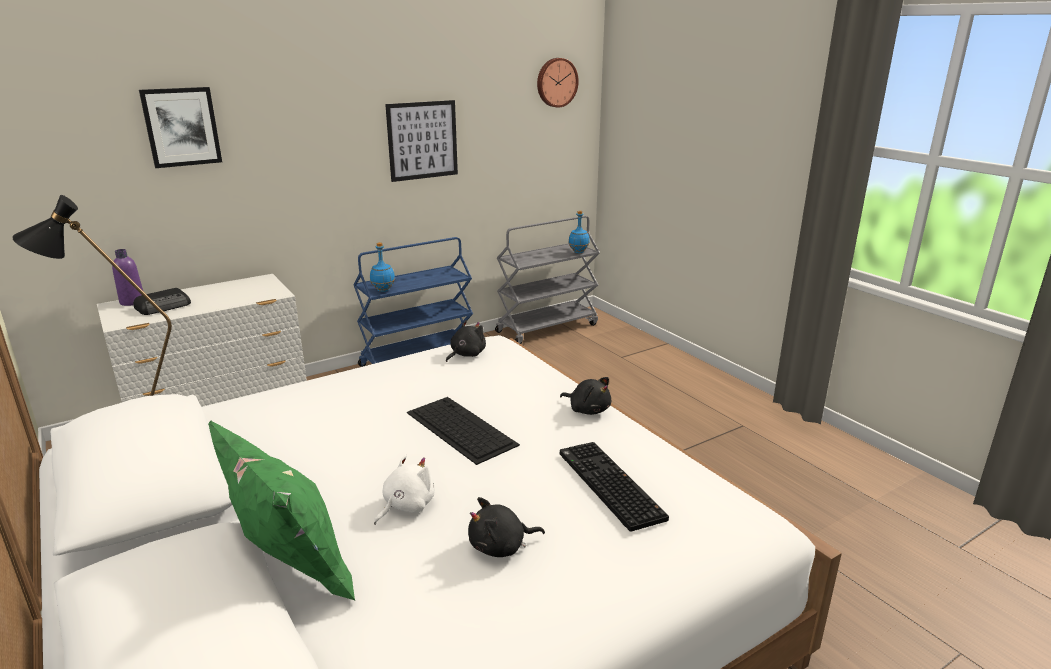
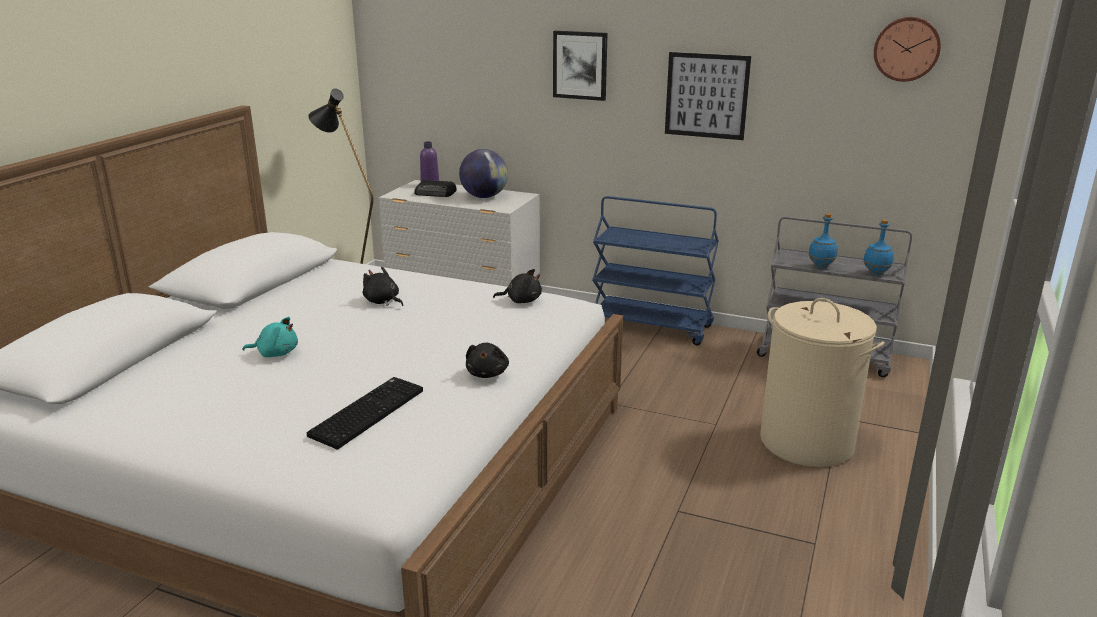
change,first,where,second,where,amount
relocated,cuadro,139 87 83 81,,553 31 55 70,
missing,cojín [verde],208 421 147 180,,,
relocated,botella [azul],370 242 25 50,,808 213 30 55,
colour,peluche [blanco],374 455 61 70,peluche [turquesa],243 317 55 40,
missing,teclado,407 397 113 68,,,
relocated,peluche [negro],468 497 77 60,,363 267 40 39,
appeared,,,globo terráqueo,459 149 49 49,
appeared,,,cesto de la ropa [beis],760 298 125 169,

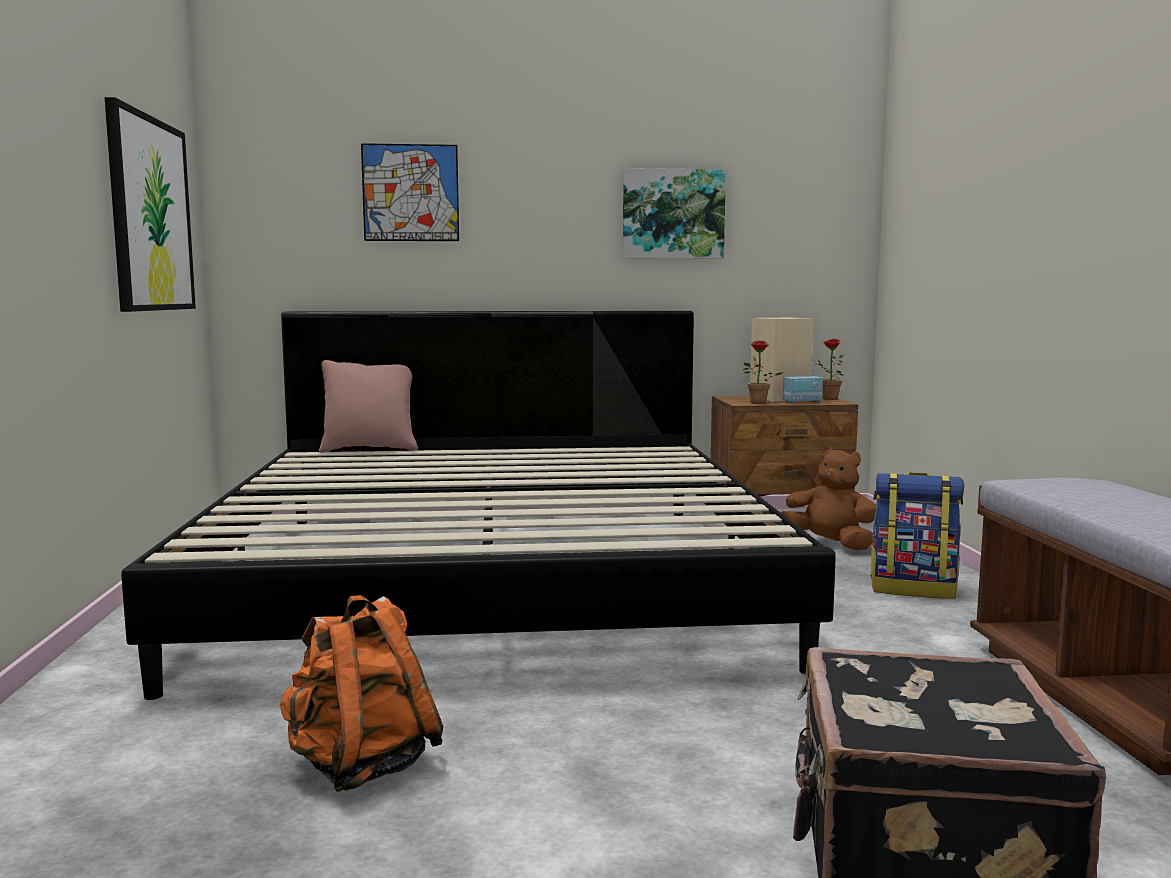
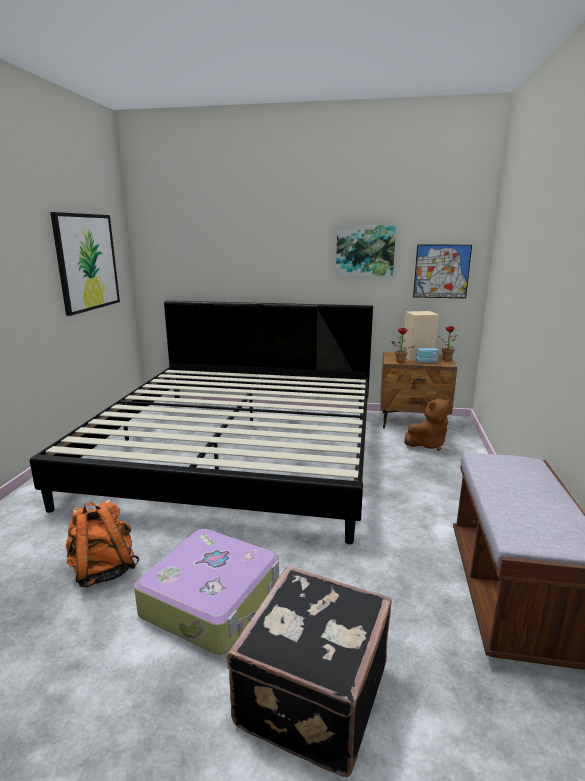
change,first,where,second,where,amount
missing,cojín [rosa],319 360 99 93,,,
relocated,cuadro,361 143 98 98,,413 244 59 55,
spun,peluche [marrón],780 446 96 104,,404 399 47 52,105 degrees clockwise
missing,mochila,870 472 94 127,,,
appeared,,,maleta,134 529 145 126,

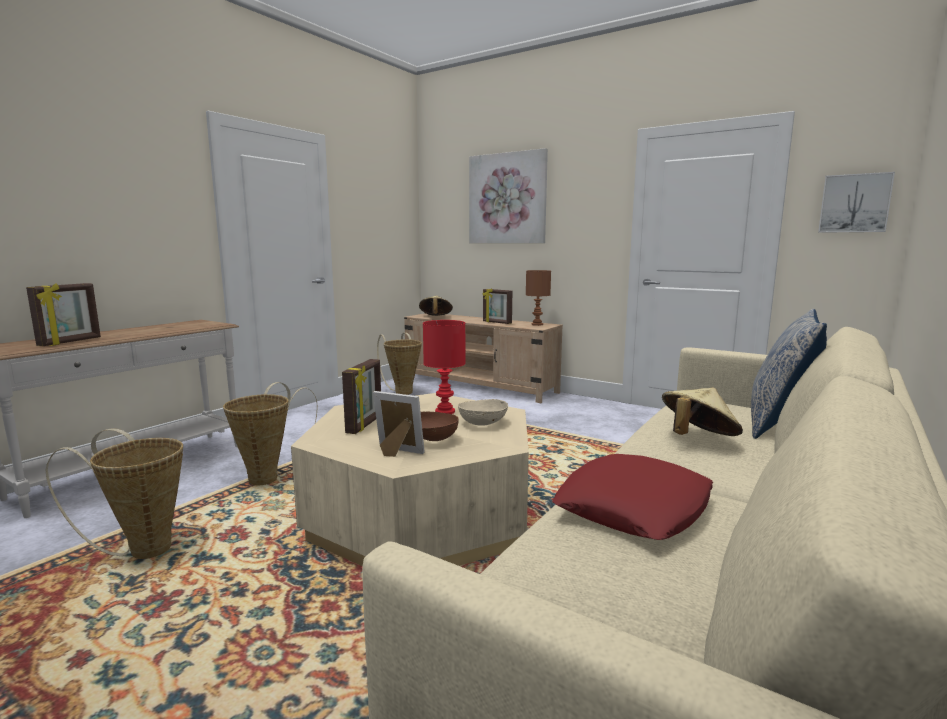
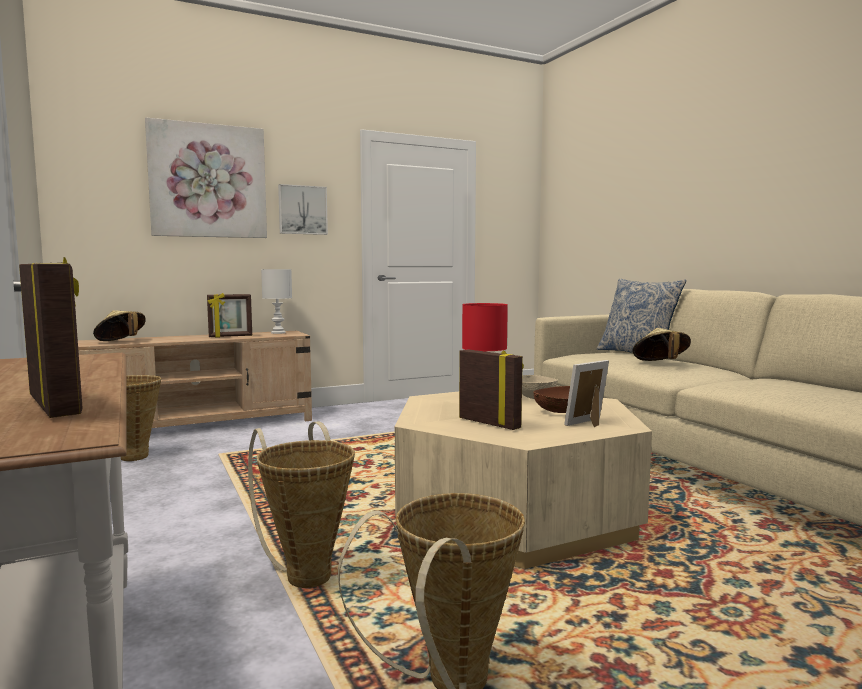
change,first,where,second,where,amount
colour,lámpara de mesa [marrón],526 270 25 56,lámpara de mesa [blanco],261 269 31 65,
missing,cojín [rojo],552 454 161 86,,,
relocated,cuadro,818 172 77 61,,278 184 50 51,

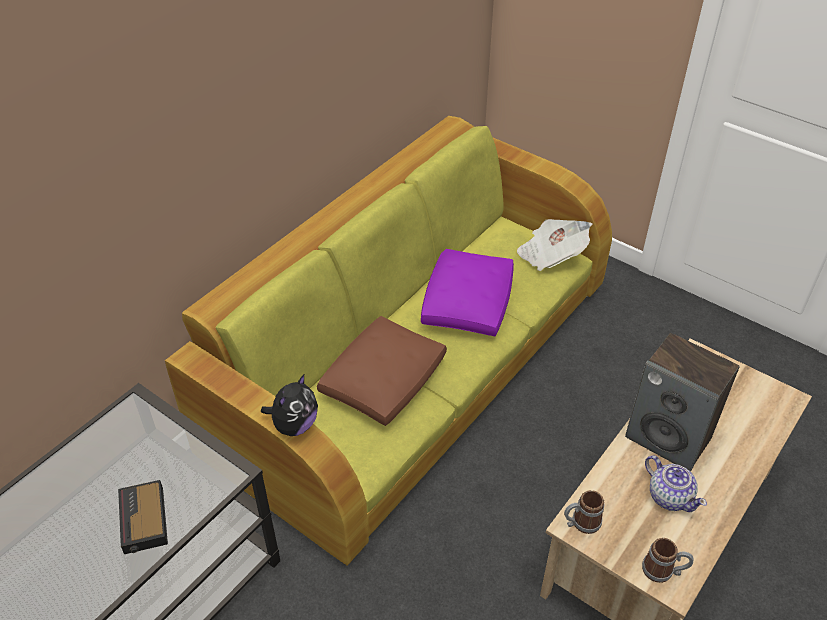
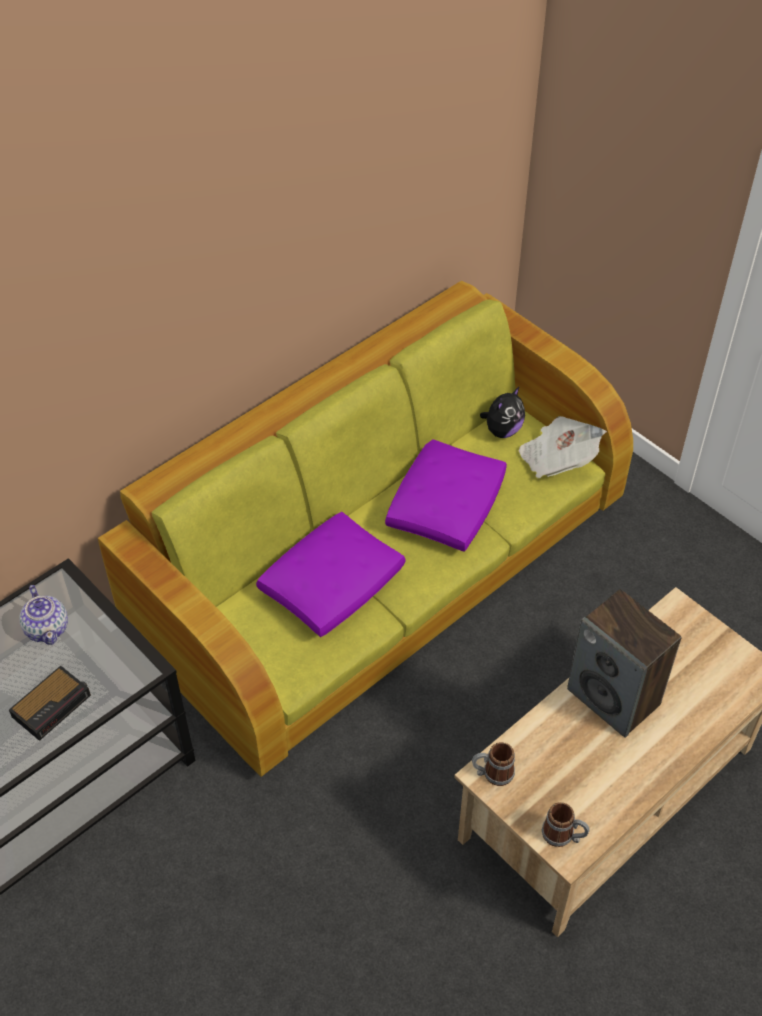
change,first,where,second,where,amount
spun,despertador,118 480 50 74,,9 666 82 75,135 degrees counterclockwise
relocated,peluche,261 374 57 62,,480 386 45 52,
colour,cojín [marrón],317 316 130 110,cojín [morado],256 512 149 125,
relocated,tetera,645 455 62 57,,19 585 49 60,

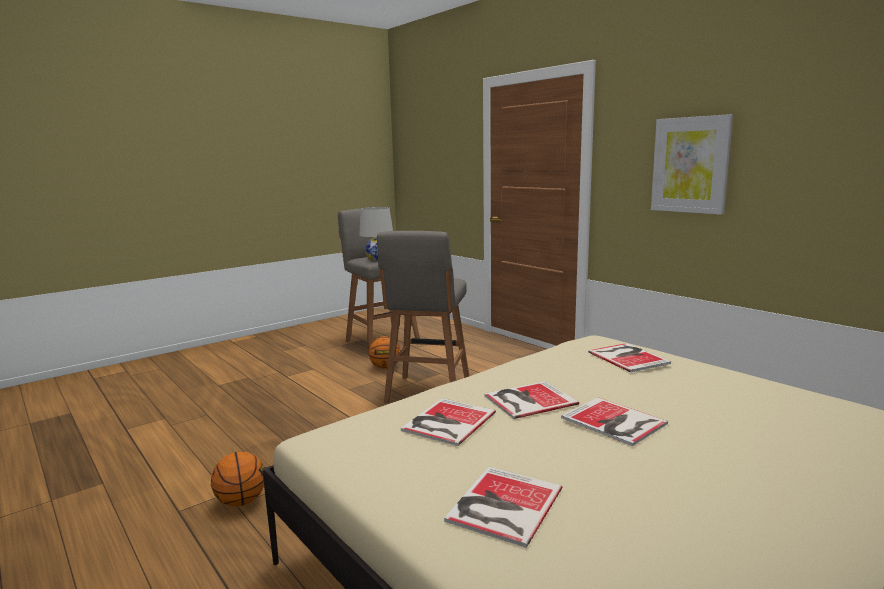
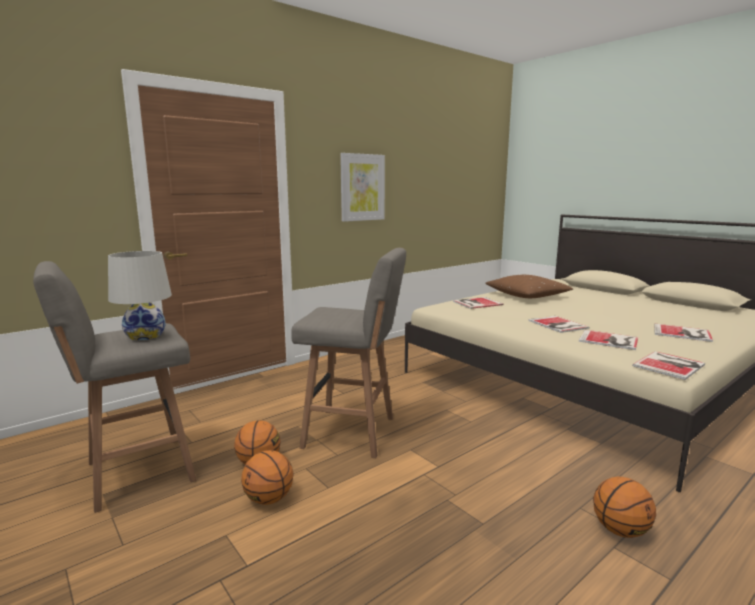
change,first,where,second,where,amount
relocated,libro,561 397 107 49,,632 351 73 29,
appeared,,,balón de baloncesto,241 450 53 55,
appeared,,,cojín [marrón],485 275 88 23,

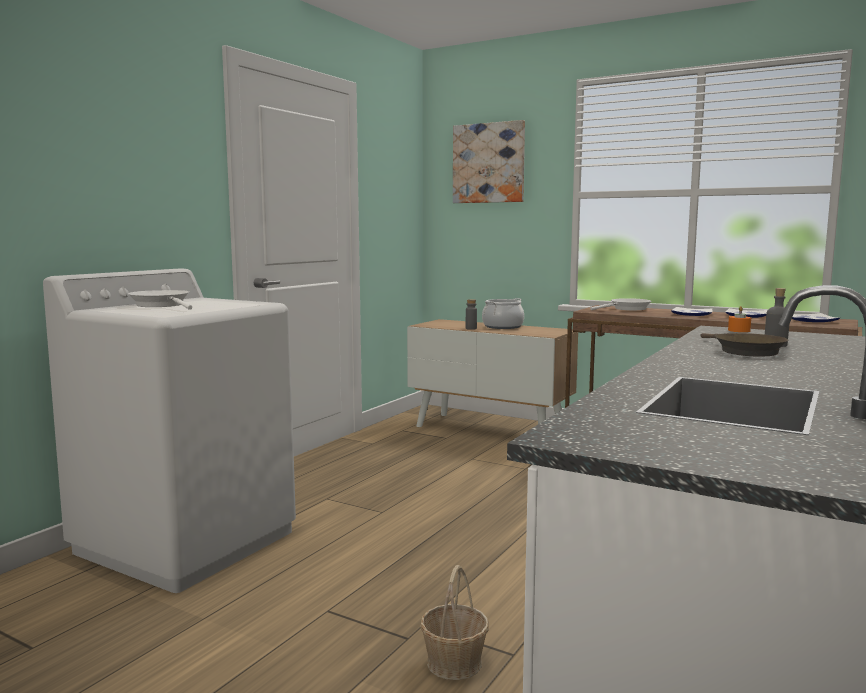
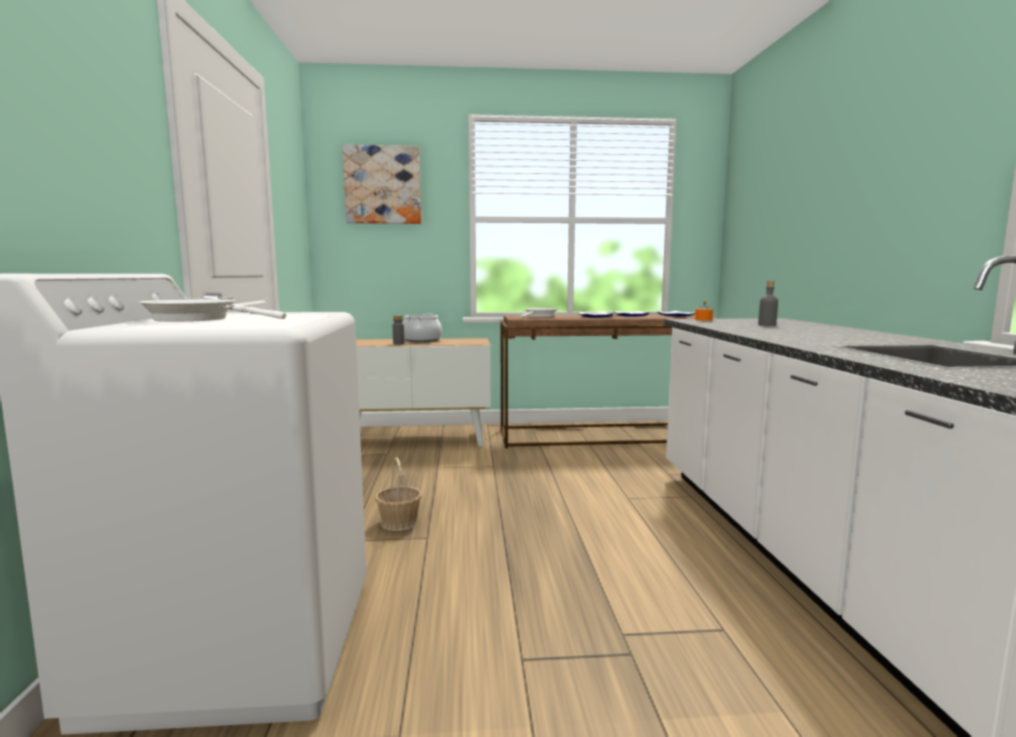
change,first,where,second,where,amount
relocated,cesta,420 565 69 115,,375 457 47 74,
missing,sartén [marrón],700 333 88 24,,,

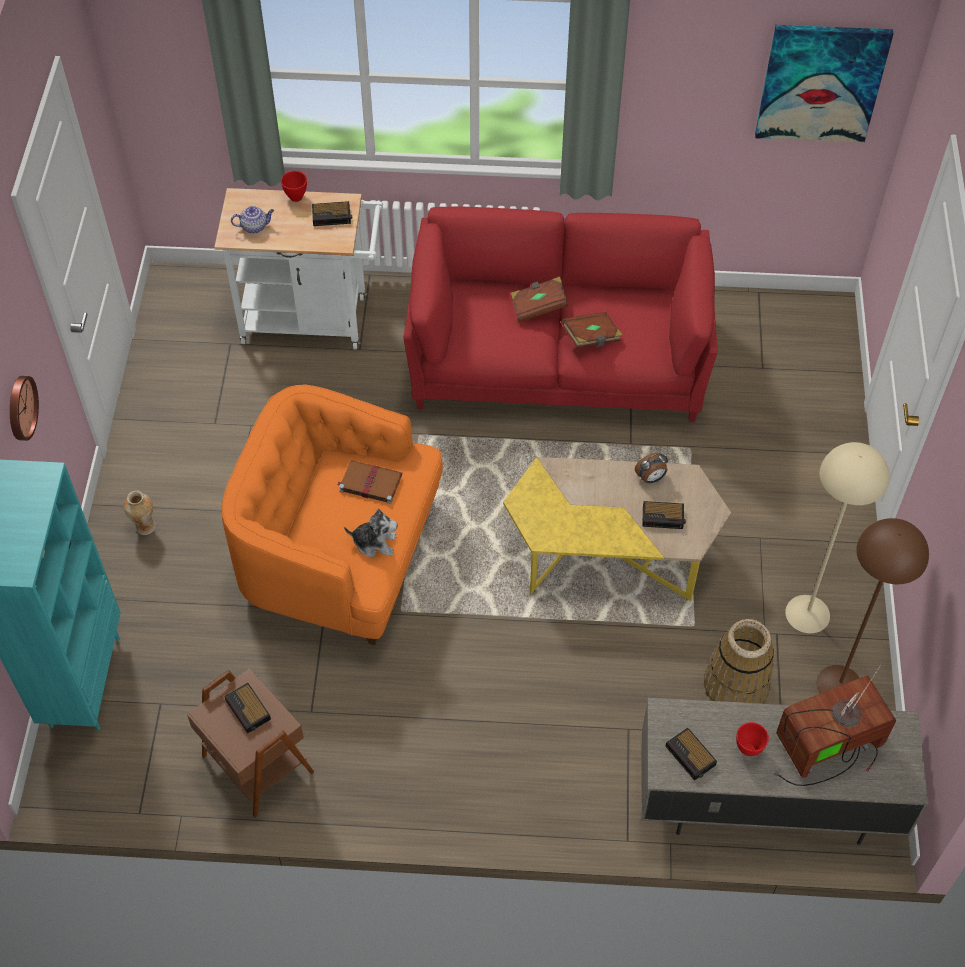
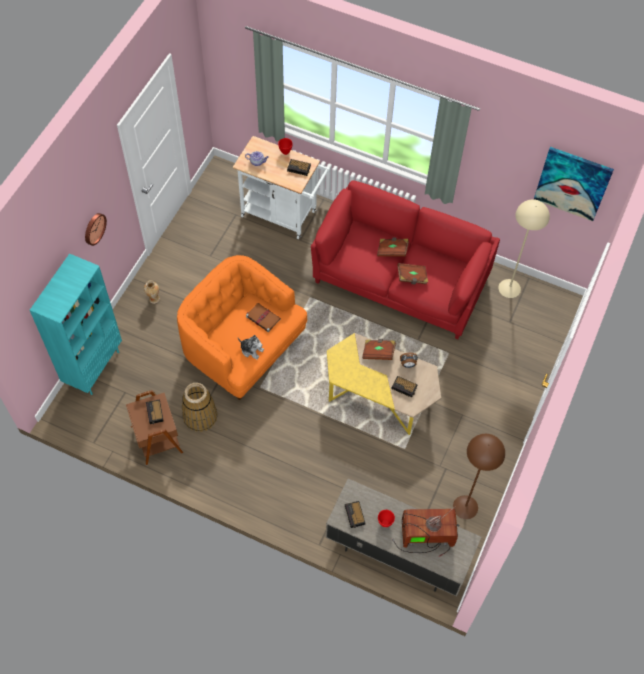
change,first,where,second,where,amount
relocated,cesta,704 619 70 85,,182 383 35 49,
relocated,lámpara de pie [beis],785 442 105 192,,498 199 52 99,
appeared,,,libro [marrón],362 339 34 21,

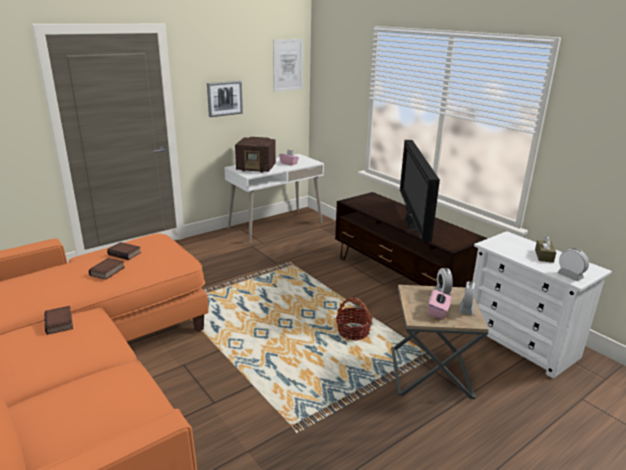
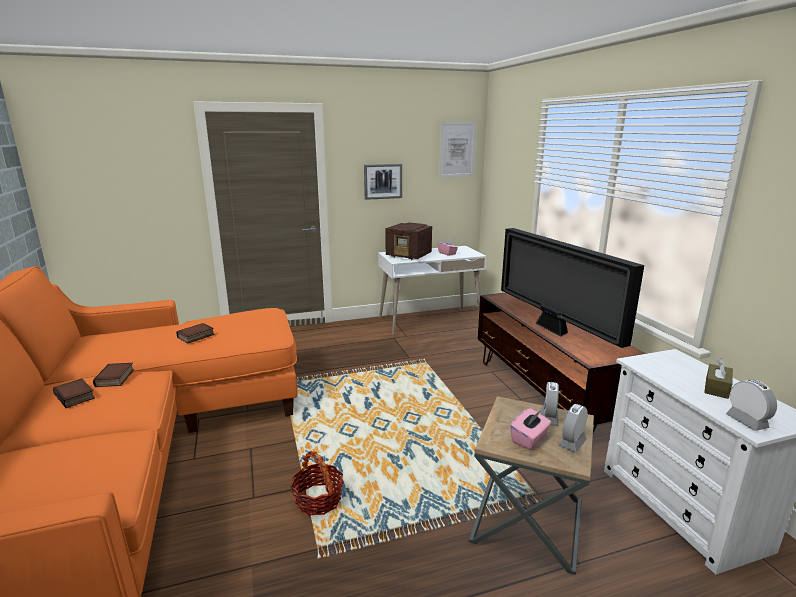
change,first,where,second,where,amount
relocated,libro,107 242 34 18,,53 378 42 30,
relocated,cesta,336 298 37 43,,290 451 53 65,
spun,televisor,400 140 40 102,,501 228 143 120,45 degrees counterclockwise

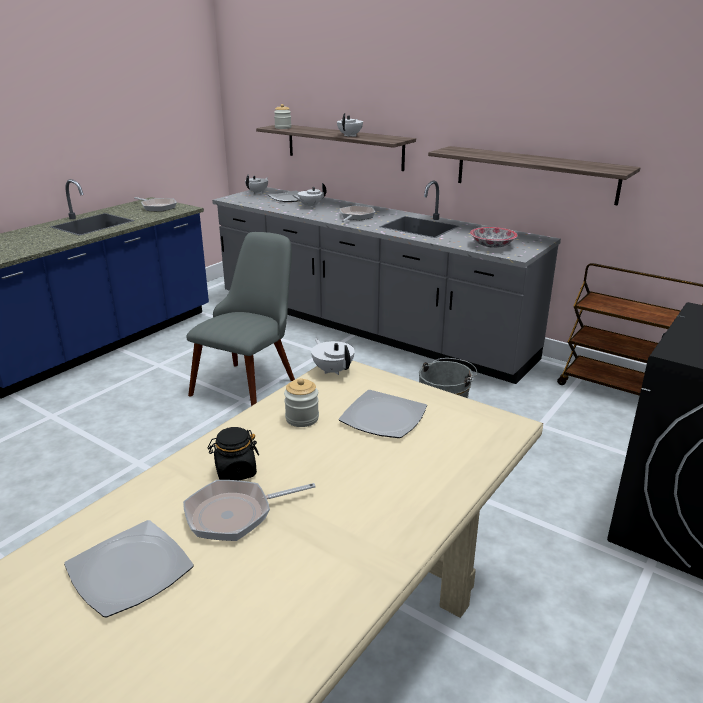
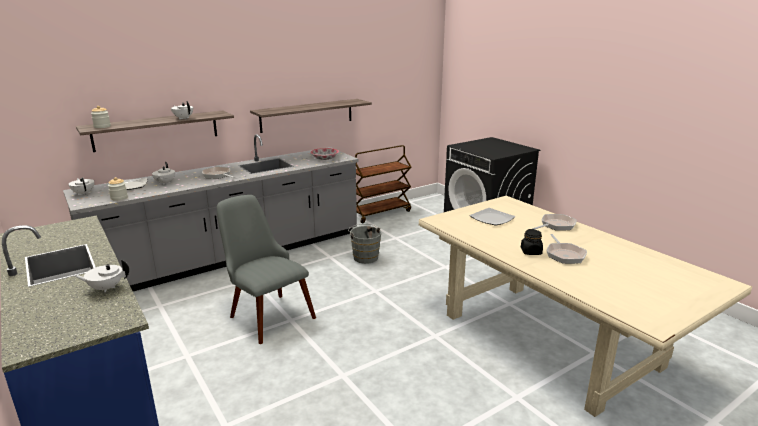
change,first,where,second,where,amount
missing,plato,64 520 130 97,,,
relocated,sartén,134 197 43 14,,533 214 44 16,
relocated,tarro,284 378 35 49,,108 177 20 23,
relocated,tetera [blanco],311 338 44 37,,74 259 55 33,

